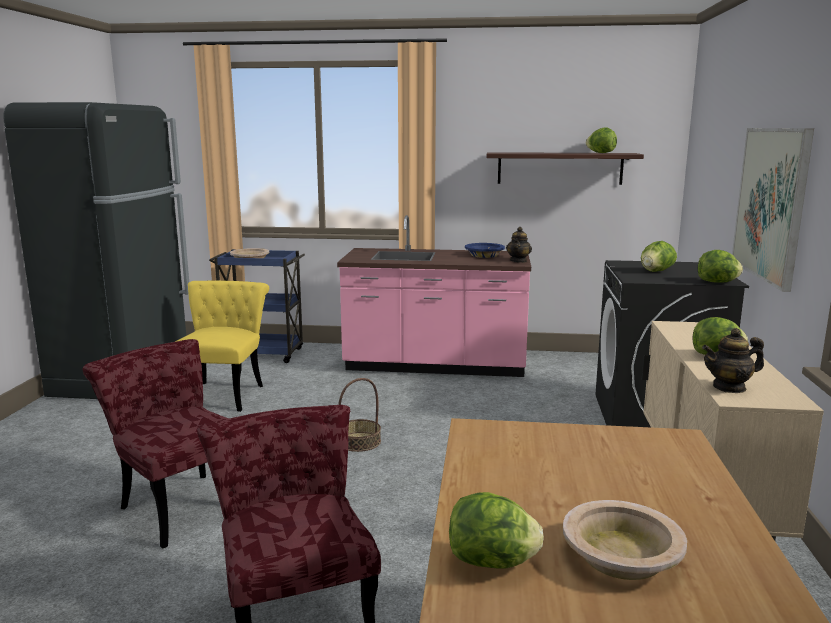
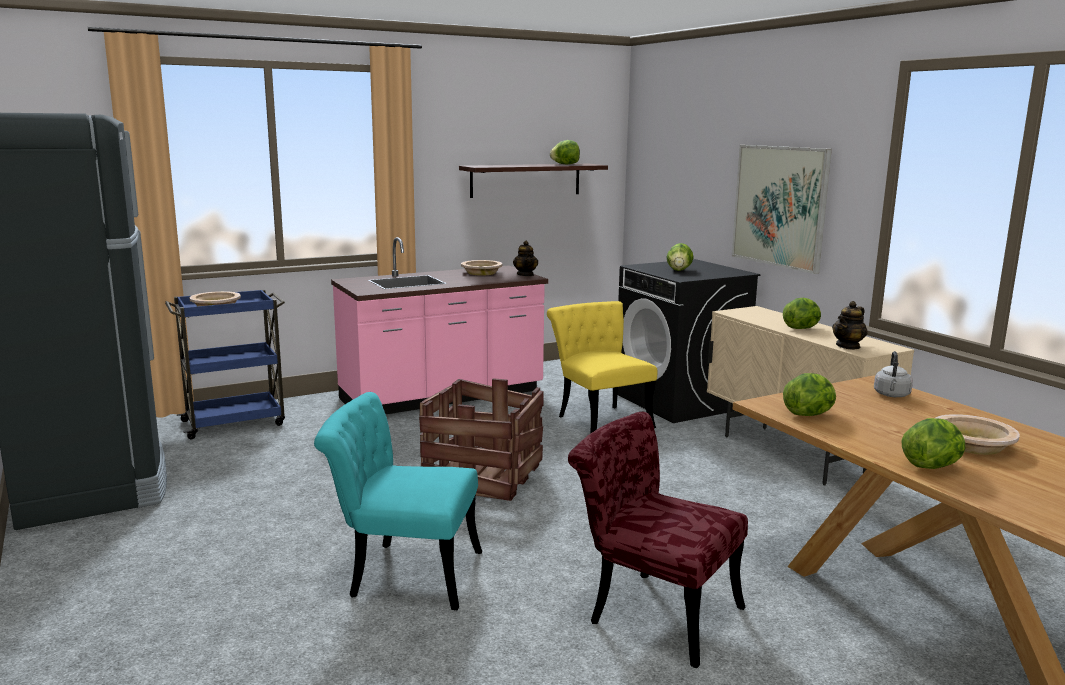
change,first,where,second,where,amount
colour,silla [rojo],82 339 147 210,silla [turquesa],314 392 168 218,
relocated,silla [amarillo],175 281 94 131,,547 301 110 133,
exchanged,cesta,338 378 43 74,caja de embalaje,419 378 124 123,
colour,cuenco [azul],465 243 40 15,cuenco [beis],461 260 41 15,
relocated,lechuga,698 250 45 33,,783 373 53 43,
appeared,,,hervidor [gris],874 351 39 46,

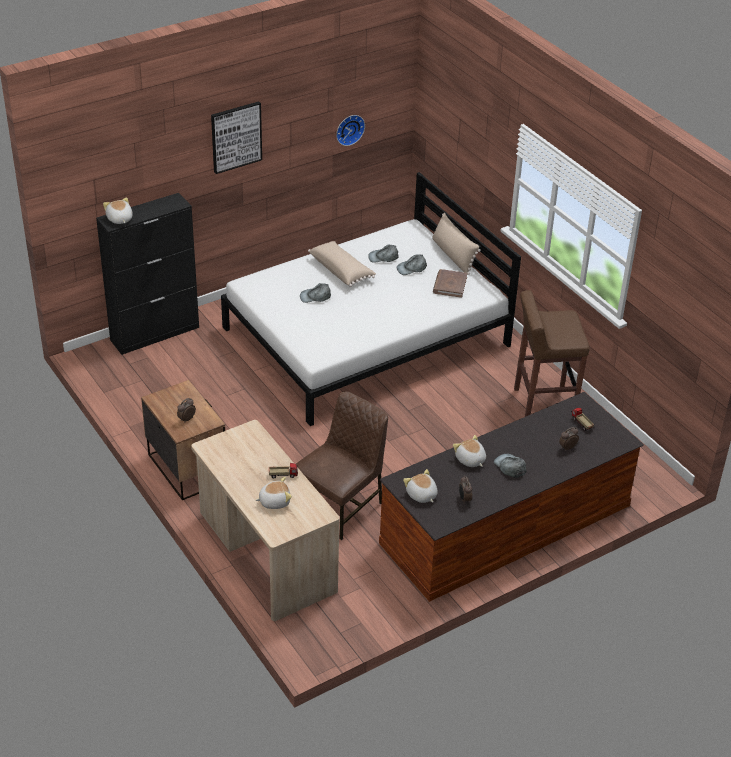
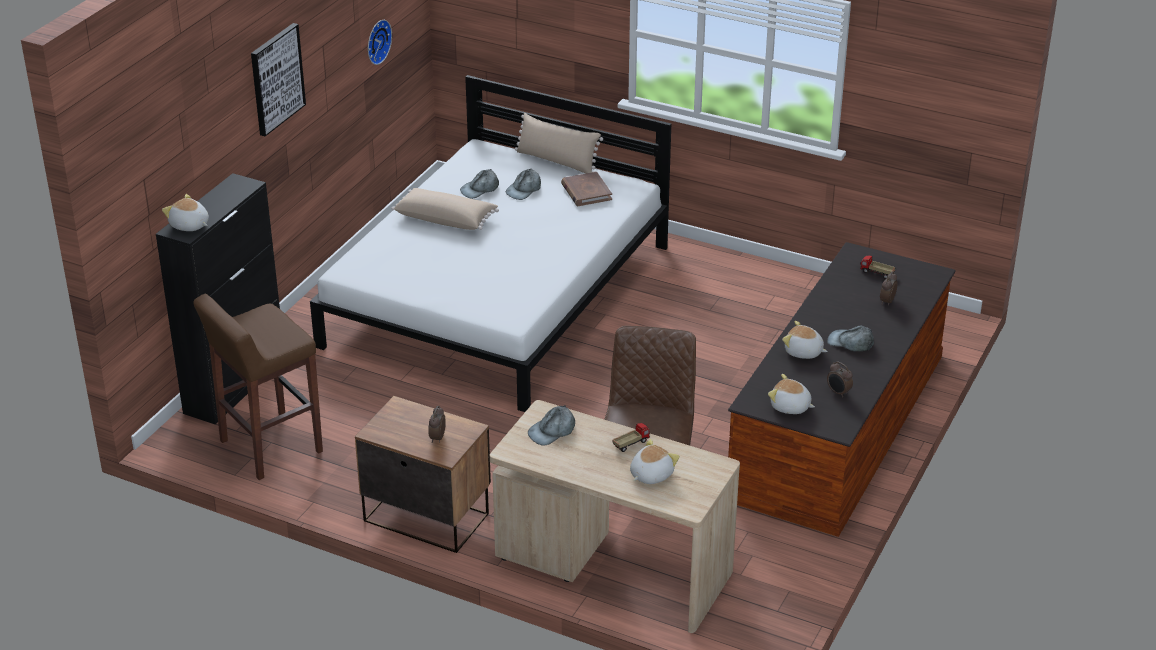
change,first,where,second,where,amount
relocated,gorra [gris],300 283 31 20,,528 406 47 40,
relocated,taburete [marrón],514 290 76 127,,193 294 130 186,

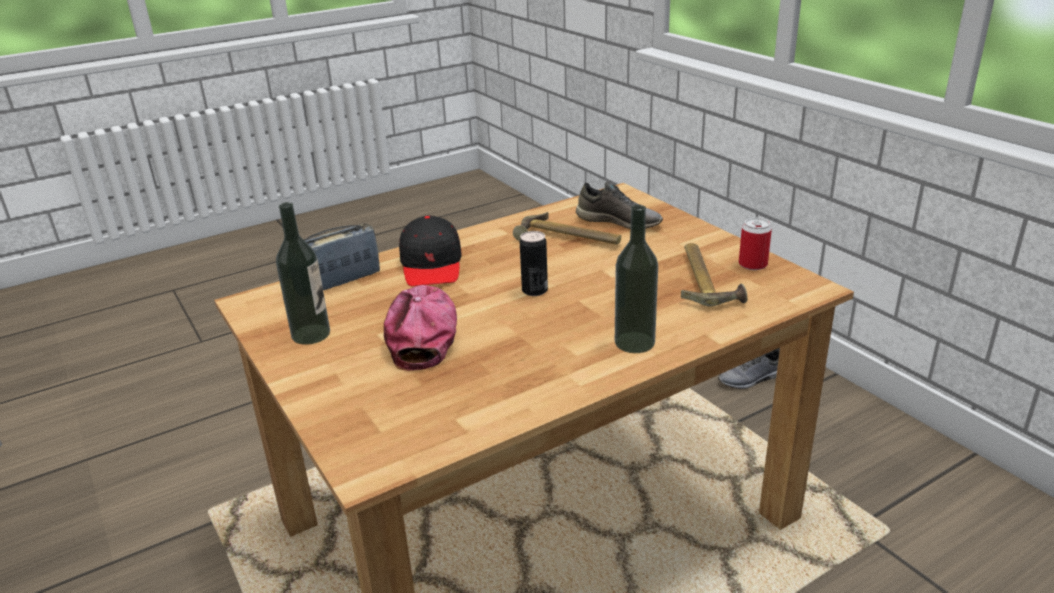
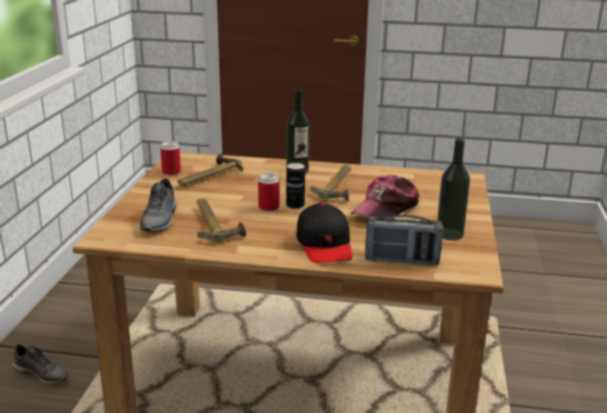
change,first,where,second,where,amount
spun,gorra [negro],399 215 63 71,,296 203 56 60,135 degrees clockwise
spun,zapato [gris],576 181 87 48,,140 179 37 52,150 degrees counterclockwise
appeared,,,lata,258 173 21 38,
appeared,,,martillo,310 165 41 36,

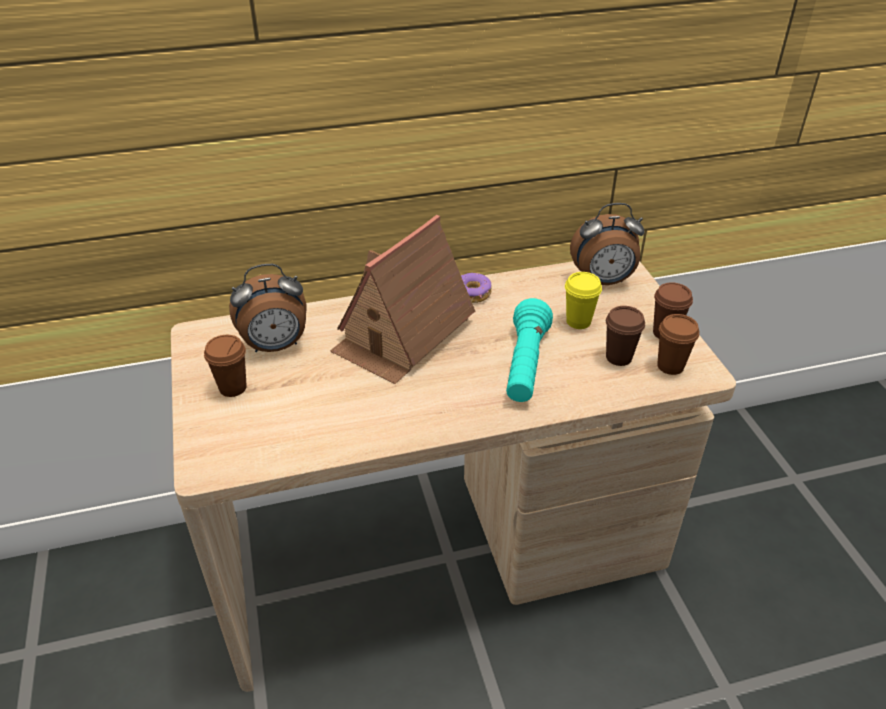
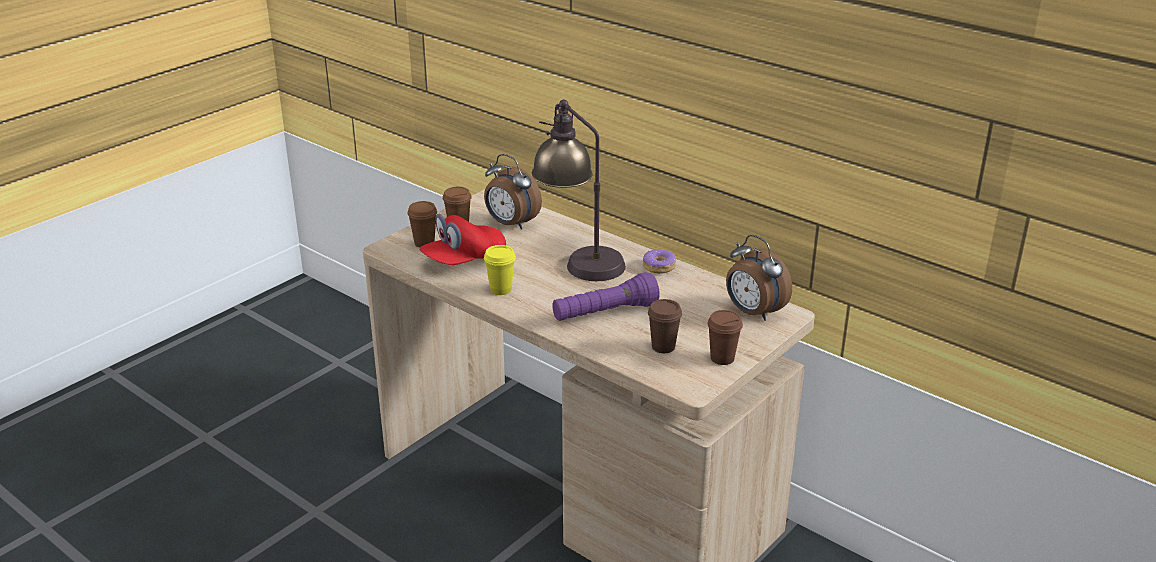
change,first,where,second,where,amount
exchanged,casita,330 215 145 169,lámpara de mesa,532 100 94 181,
colour,linterna [turquesa],506 298 47 104,linterna [morado],552 272 108 49,
relocated,taza [amarillo],565 272 37 57,,484 245 32 50,
relocated,taza [marrón],657 314 42 61,,407 201 30 46,
appeared,,,gorra [rojo],419 214 87 51,

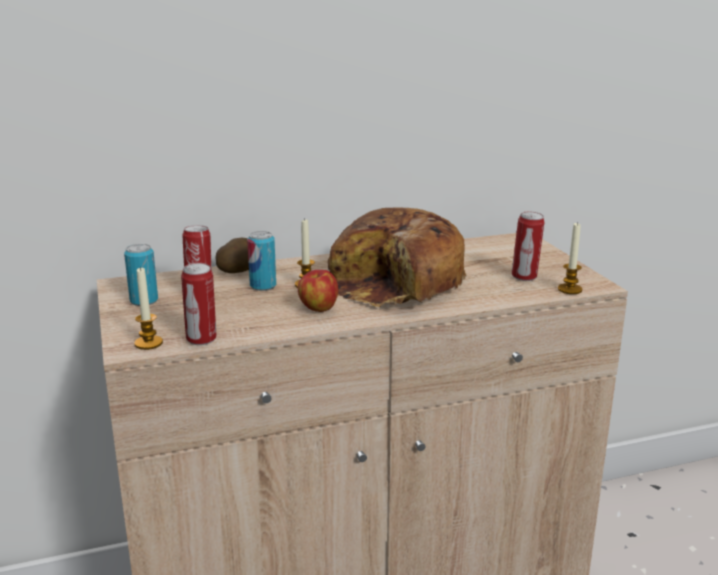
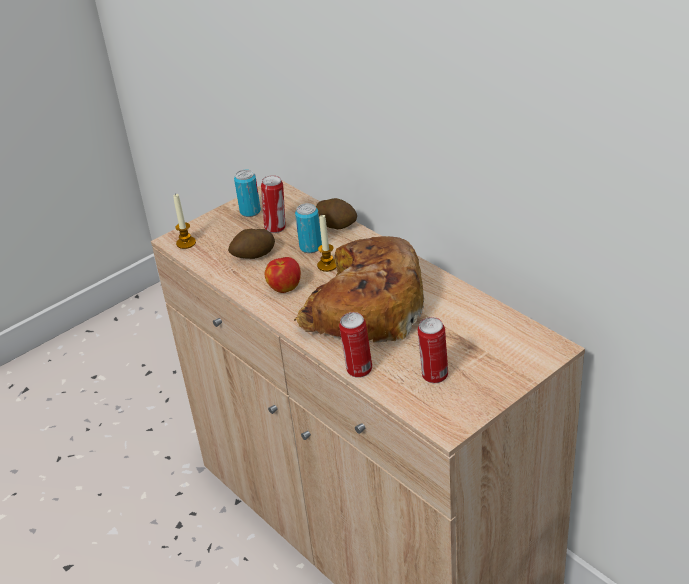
change,first,where,second,where,amount
relocated,lata,181 263 35 82,,339 312 33 66,
missing,vela,558 222 24 72,,,
appeared,,,patata,228 229 47 30,

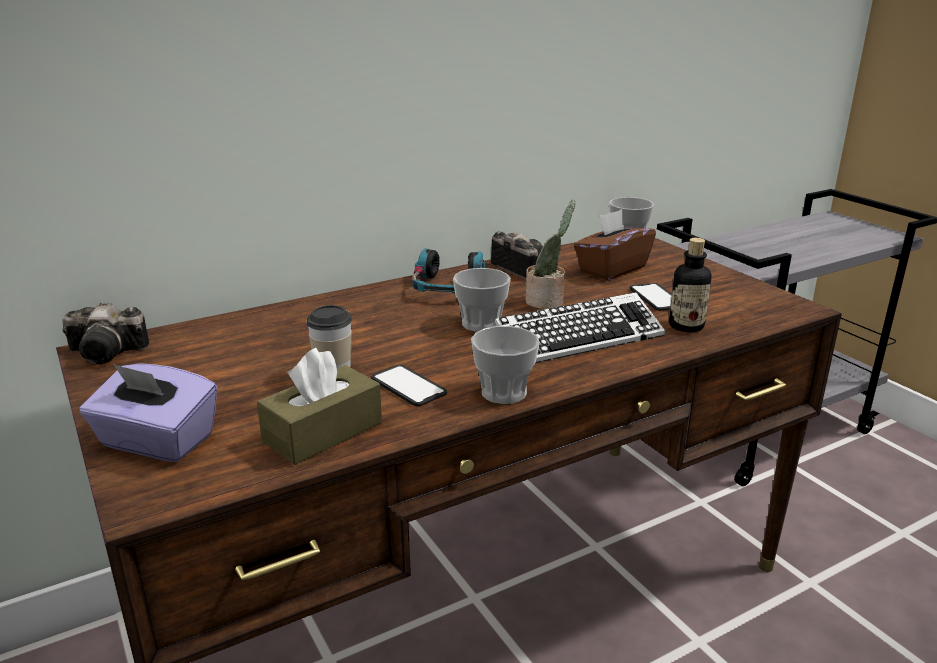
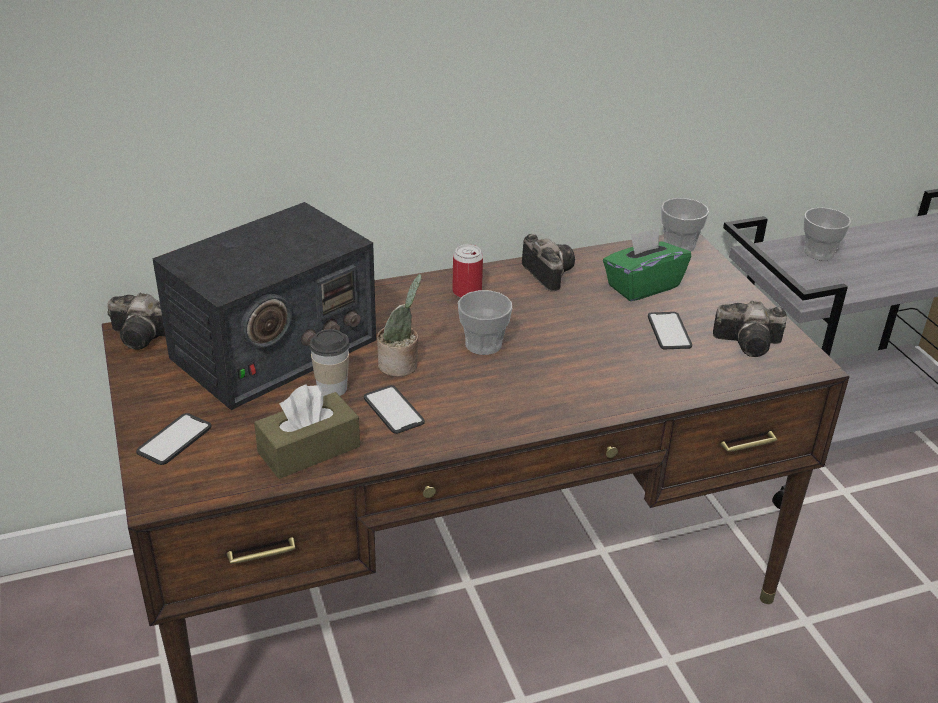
change,first,where,second,where,amount
exchanged,caja de pañuelos [morado],80 363 137 99,móvil,136 413 76 52,
exchanged,auriculares,412 249 73 44,lata,452 244 31 54,
relocated,taza,471 326 69 78,,804 207 47 54,
missing,teclado,494 292 171 71,,,
relocated,planta en maceta,525 200 51 109,,377 274 45 103,
colour,caja de pañuelos [marrón],574 209 82 71,caja de pañuelos [verde],603 227 88 74,
missing,botella,669 238 42 94,,,
appeared,,,radio,152 202 224 208,
appeared,,,cámara,713 301 74 56,

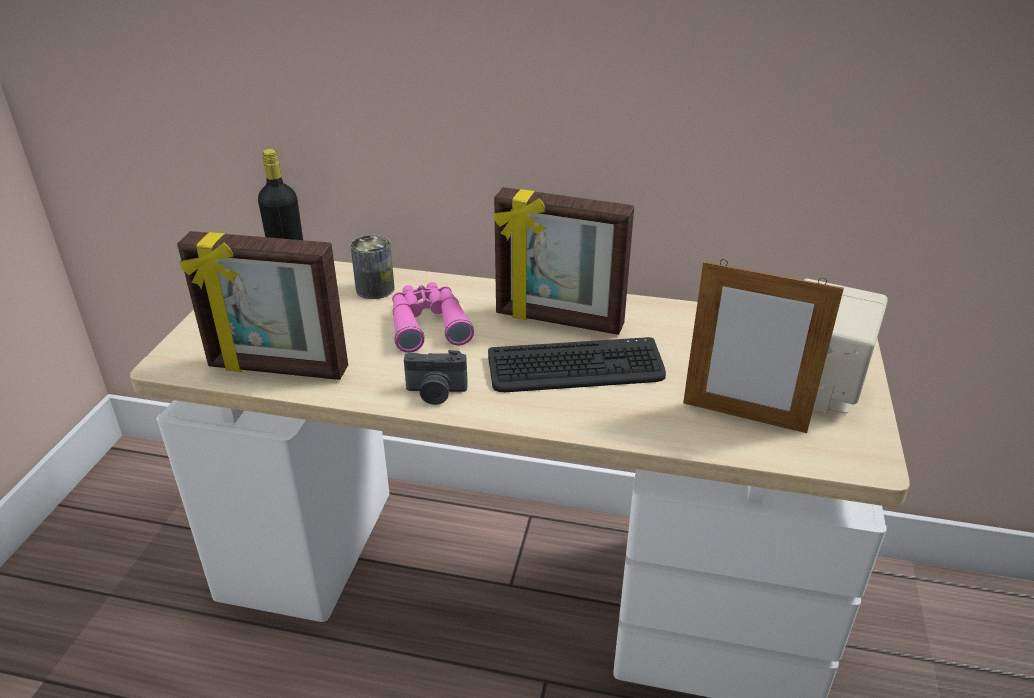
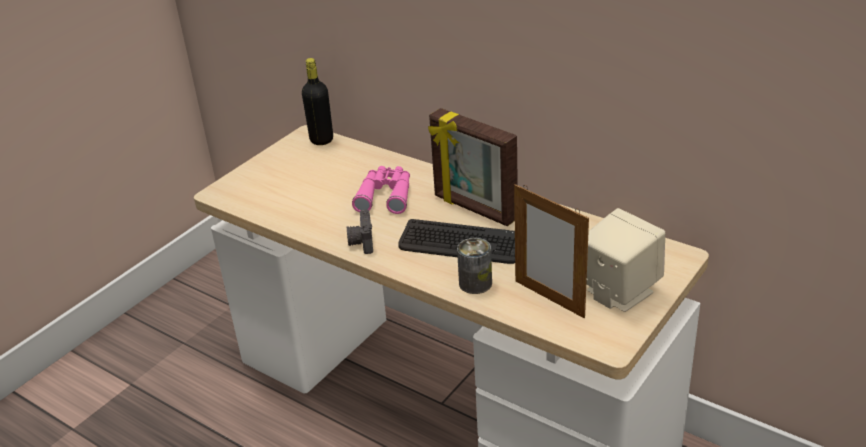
change,first,where,second,where,amount
missing,portarretratos,177 231 171 149,,,
relocated,lata,350 235 45 64,,457 238 35 56,
spun,cámara,404 350 64 55,,347 209 26 45,60 degrees clockwise

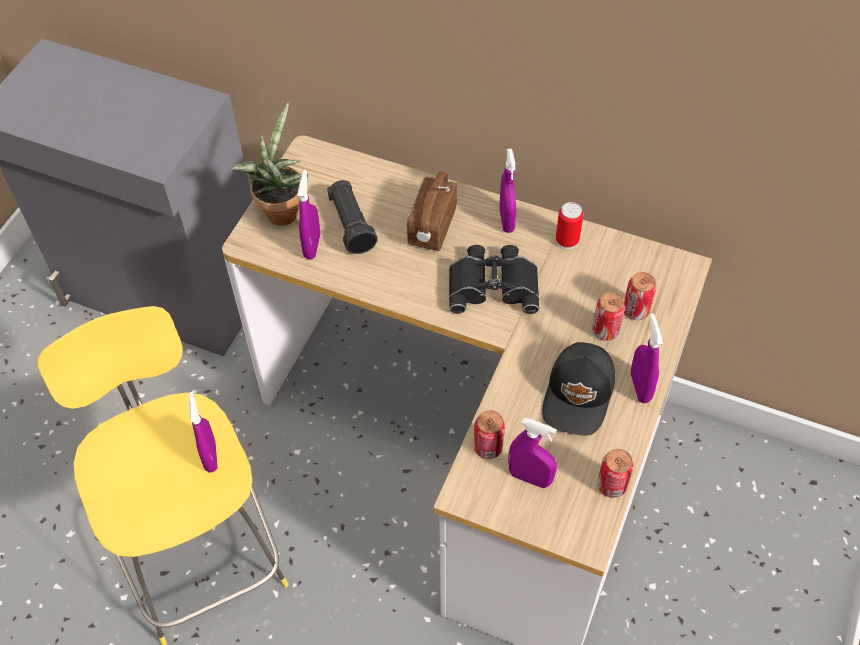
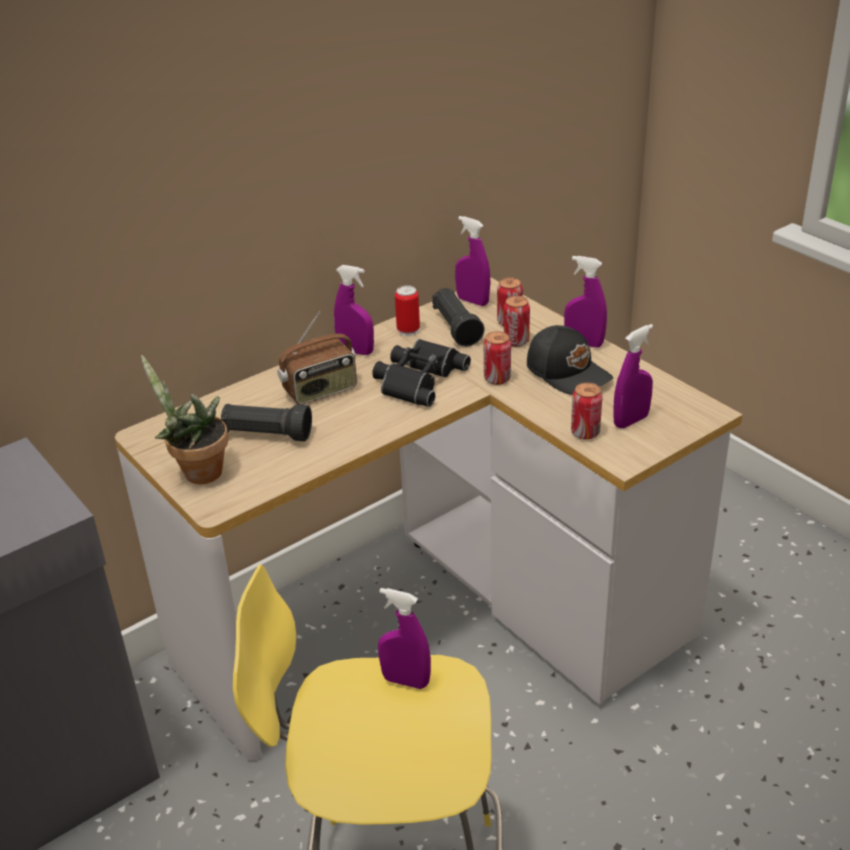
change,first,where,second,where,amount
relocated,pulverizador [morado],297 170 23 90,,455 216 36 90,
spun,radio,406 172 51 79,,277 312 80 92,75 degrees counterclockwise
relocated,lata,597 449 37 49,,483 331 28 54,
appeared,,,linterna [negro],432 288 52 59,

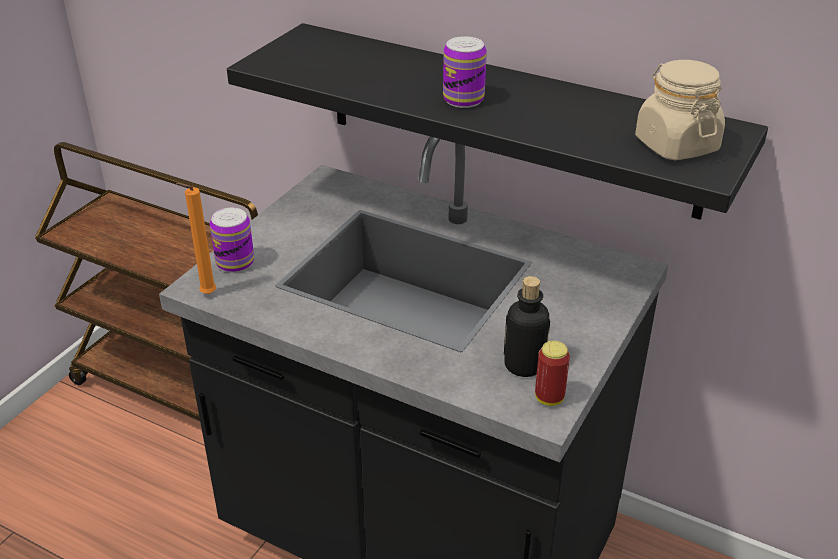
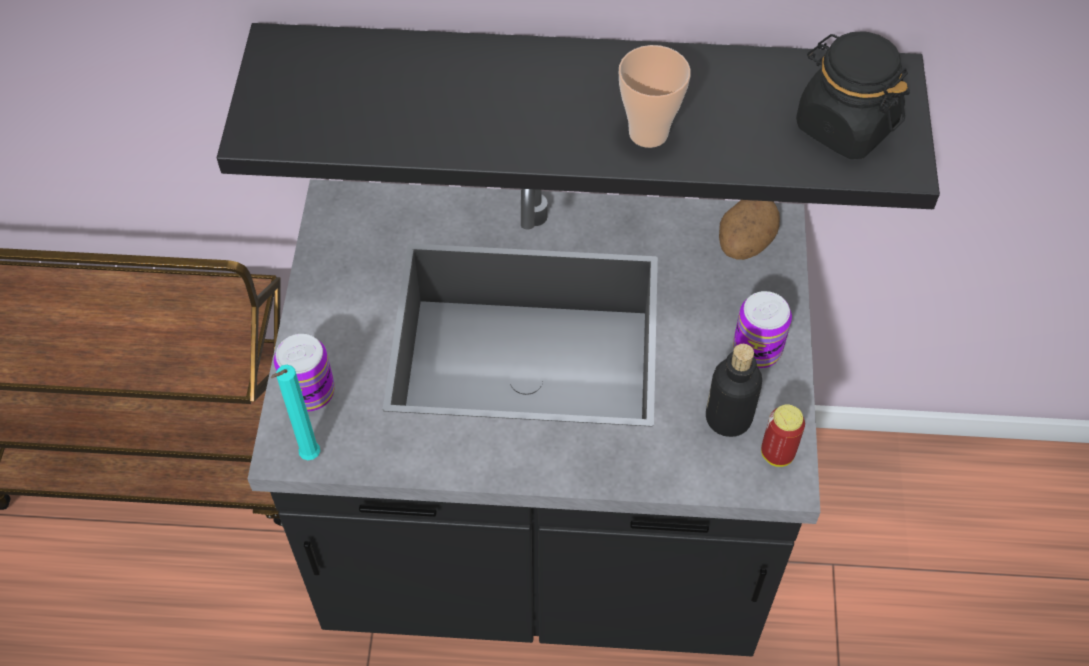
change,first,where,second,where,amount
colour,vela [naranja],176 183 40 111,vela [turquesa],271 365 49 95,
relocated,lata,443 36 44 72,,733 291 59 77,
colour,tarro [beis],635 60 90 100,tarro [negro],796 31 114 128,
appeared,,,taza,619 45 72 103,
appeared,,,patata,719 200 61 60,

